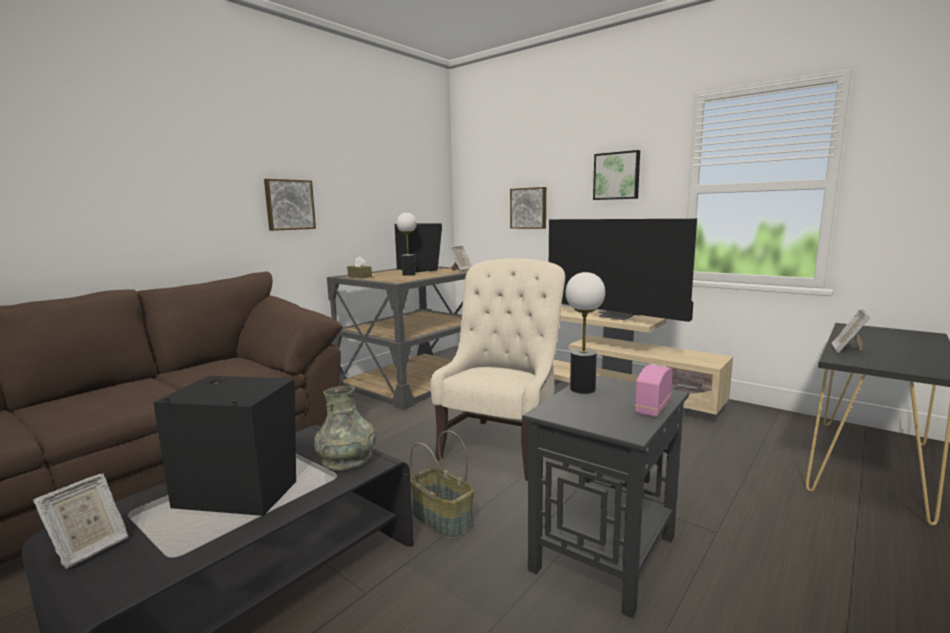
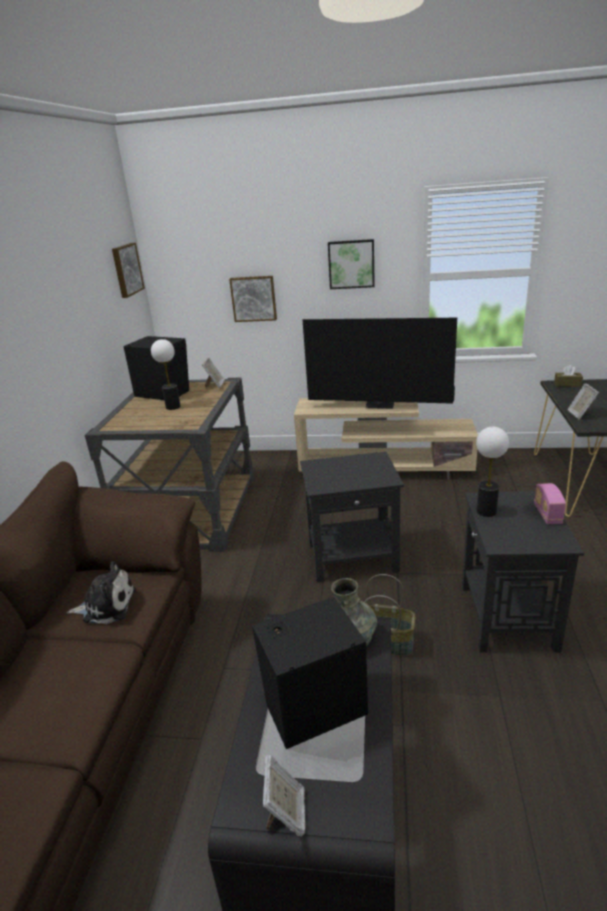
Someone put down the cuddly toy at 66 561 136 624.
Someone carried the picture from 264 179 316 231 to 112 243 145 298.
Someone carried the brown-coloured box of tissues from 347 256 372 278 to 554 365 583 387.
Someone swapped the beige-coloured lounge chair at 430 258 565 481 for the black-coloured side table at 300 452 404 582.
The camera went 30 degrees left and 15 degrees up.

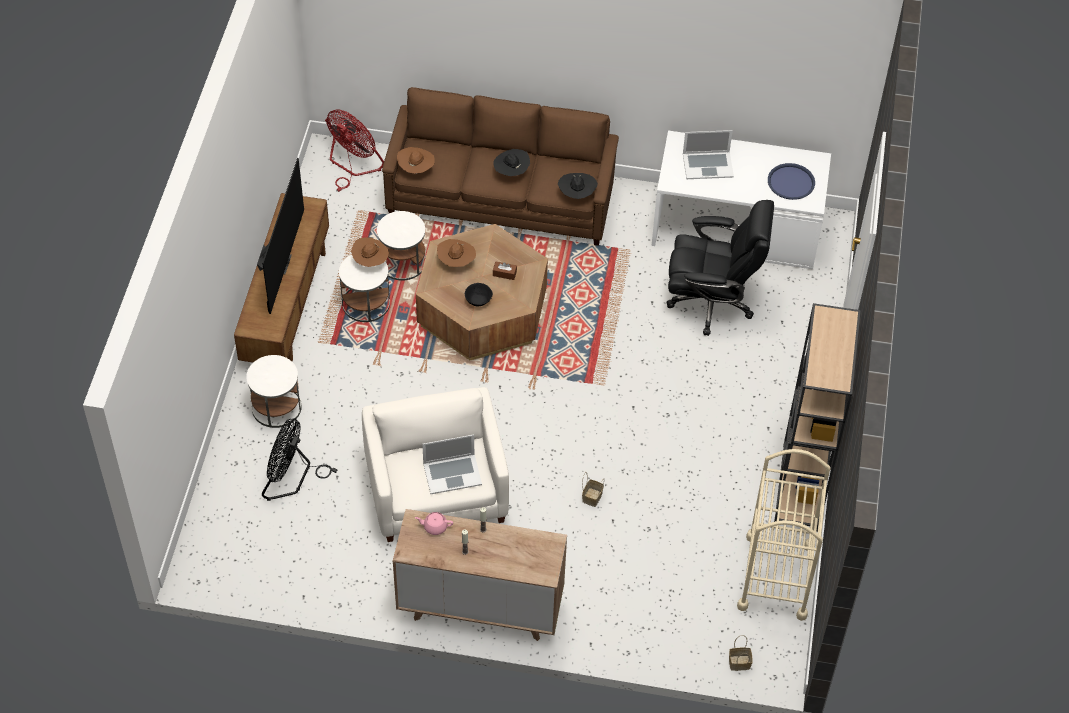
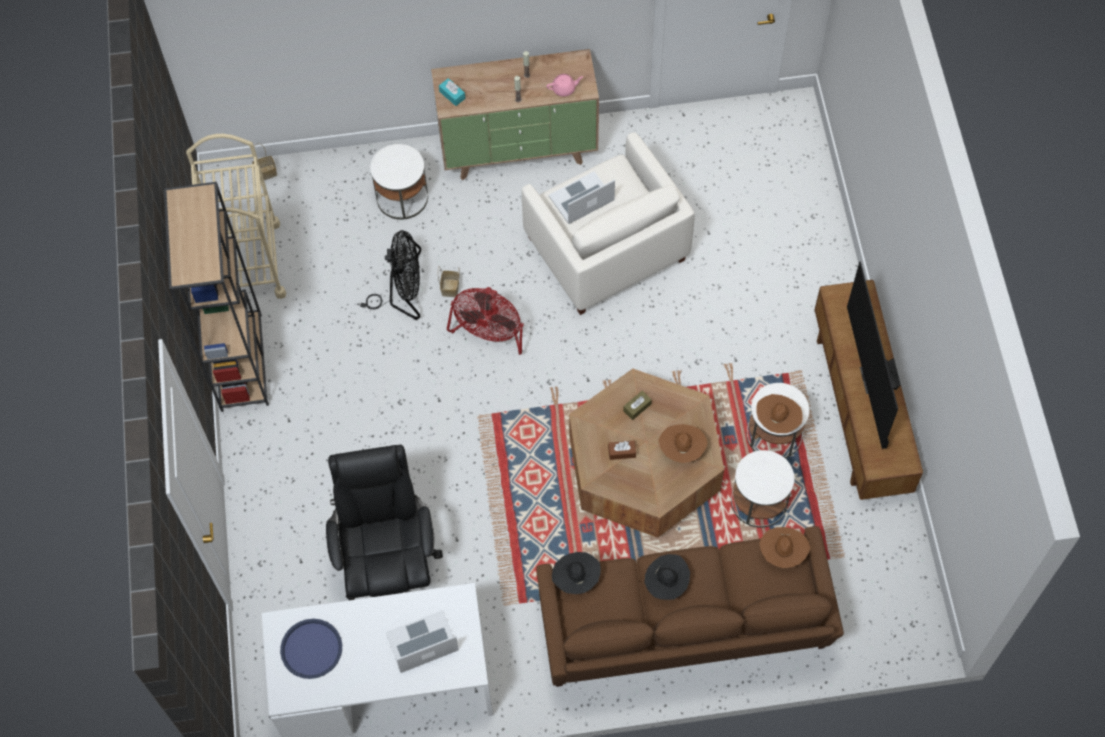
Someone put down the turquoise box of tissues at 439 78 465 106.
Someone carried the white side table from 246 355 302 428 to 370 144 428 220.
Someone carried the black-coloured electric fan from 262 418 338 501 to 360 230 421 321.
Someone carried the reddish electric fan from 325 109 384 192 to 447 287 524 355.
Someone swapped the black-coloured bowl at 465 283 493 307 for the brown-coloured box of tissues at 623 391 652 420.
Someone rotated the black-coloured computer chair at 666 200 774 336 by 90 degrees clockwise.
The camera went 165 degrees right and 10 degrees up.

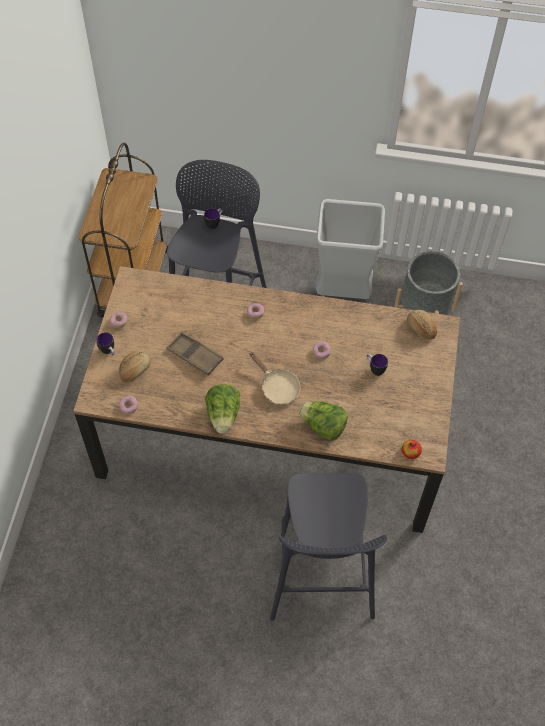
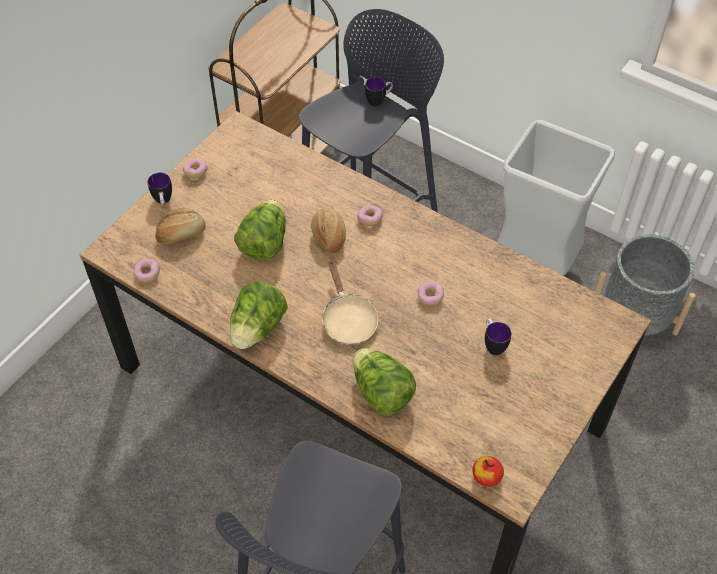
Someone carried the bakery bread from 407 310 437 339 to 311 209 346 253.
Someone swapped the brown-coloured tray at 167 332 223 375 for the head of lettuce at 234 200 286 261.
The camera went 25 degrees right and 5 degrees down.

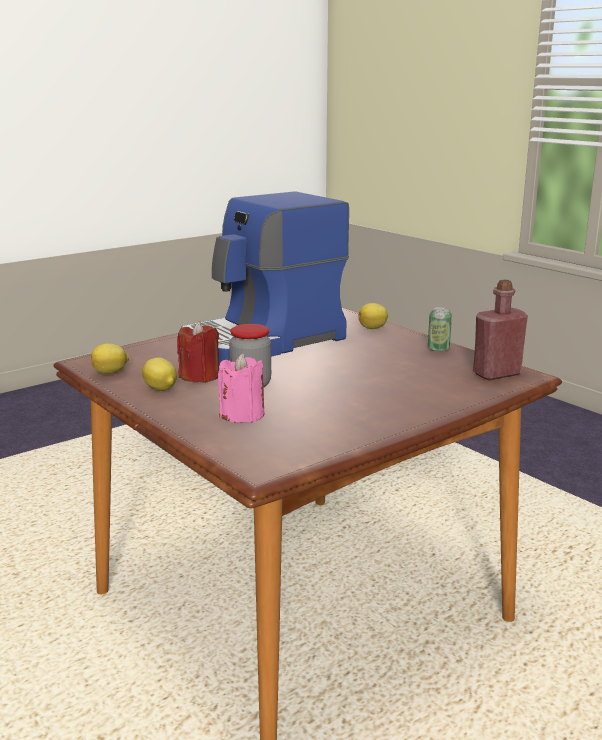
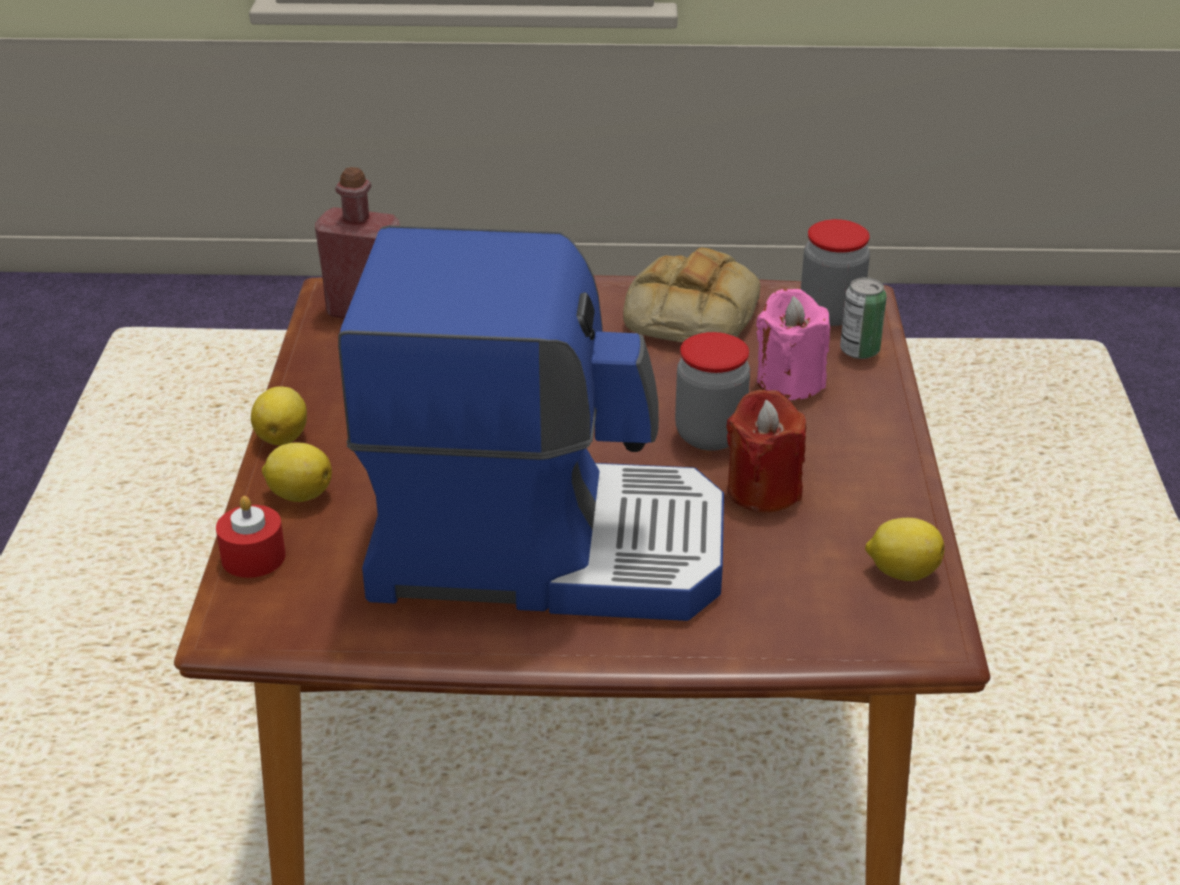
Someone put down the reddish wax candle at 216 496 286 578.
Someone put down the bakery bread at 623 248 760 342.
Someone put down the jar at 801 219 870 326.
Someone carried the whole lemon from 142 357 177 391 to 251 386 307 445.
Someone carried the can from 428 307 452 352 to 840 277 887 359.
The camera went 140 degrees left and 15 degrees up.

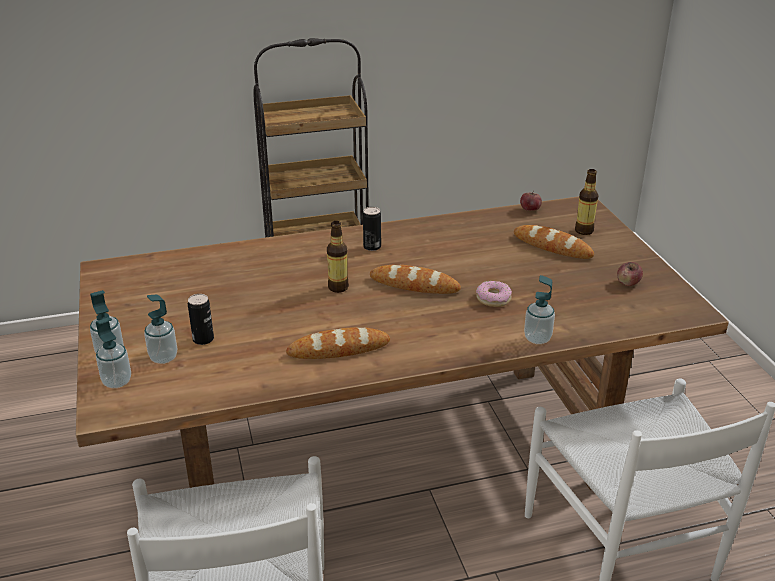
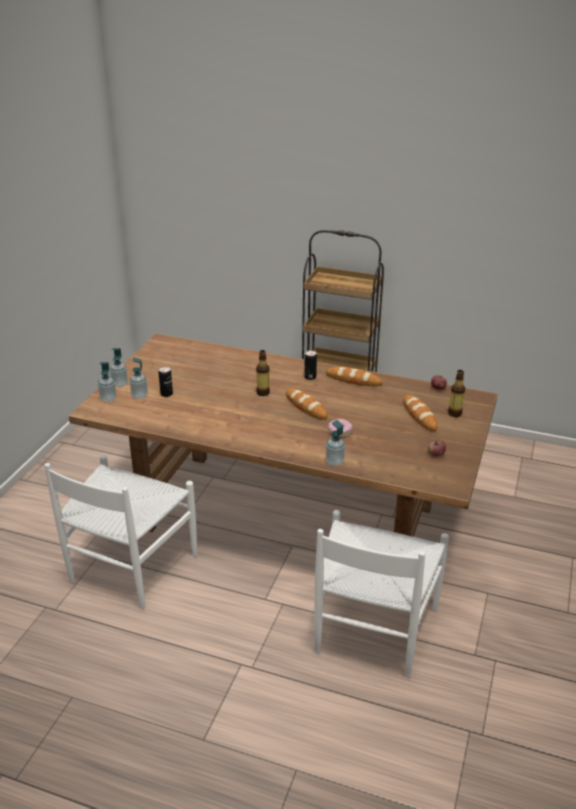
Someone carried the bakery bread from 286 327 390 359 to 326 367 383 386.
The camera went 35 degrees right and 0 degrees up.

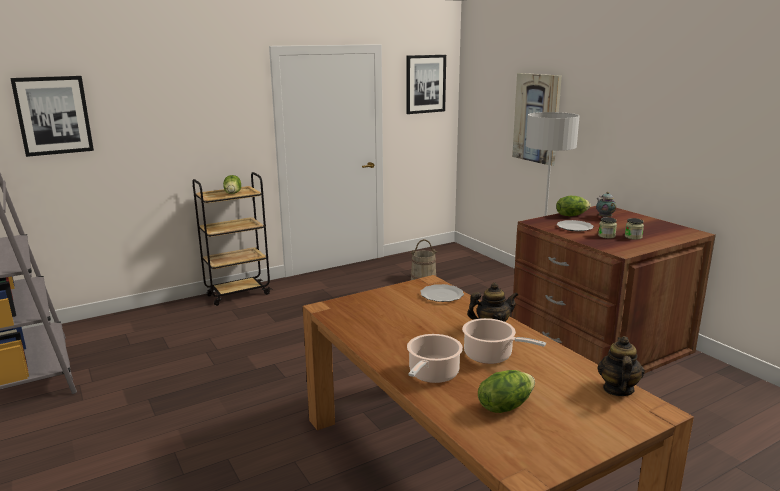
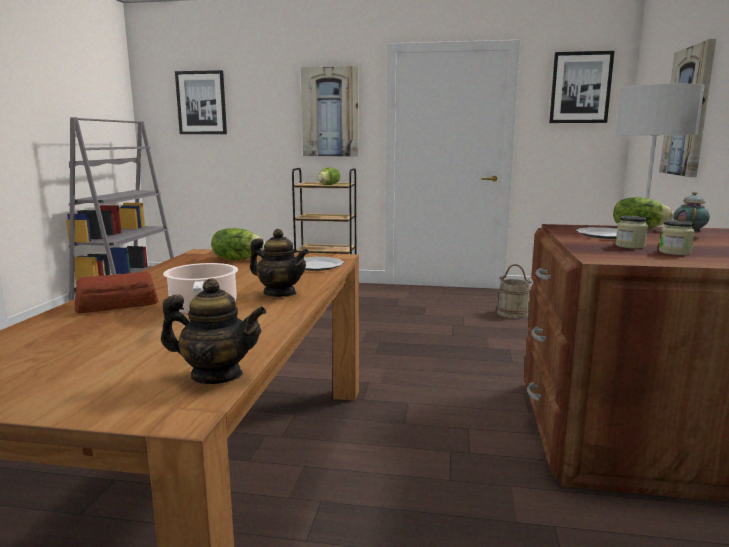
Someone put up the picture at 301 66 359 156.
Someone carried the head of lettuce from 478 370 535 413 to 211 228 265 260.
Someone swapped the stockpot at 407 334 463 383 for the bakery bread at 75 271 159 313.
Someone rotated the tea pot at 598 336 645 396 by 45 degrees clockwise.
The camera went 40 degrees right and 5 degrees down.

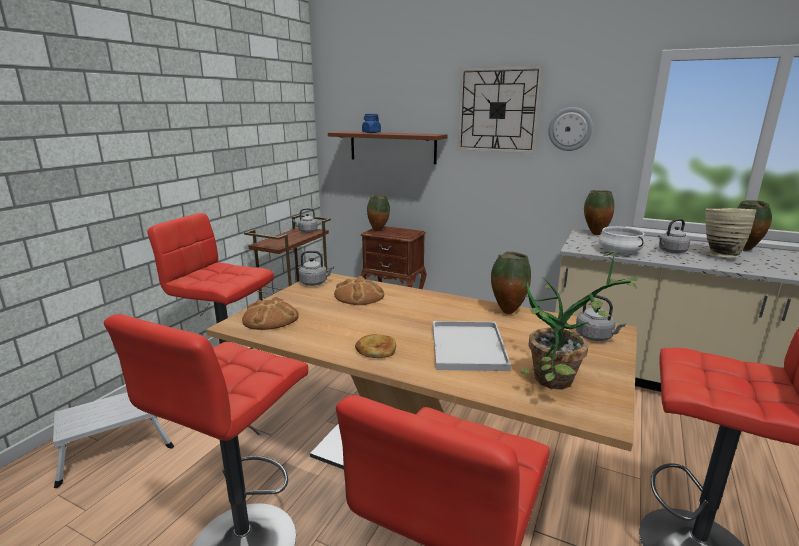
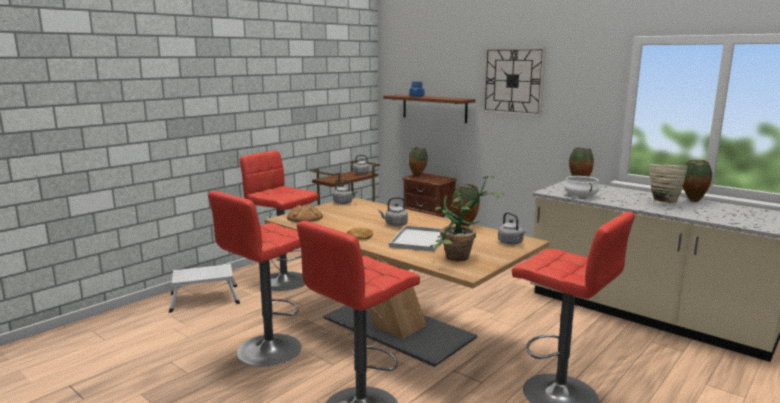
Someone took away the bakery bread at 334 276 384 305.
Someone took away the wall clock at 548 107 593 151.
Someone carried the gray tea kettle from 658 219 690 253 to 378 197 408 226.
The camera went 15 degrees right and 5 degrees down.

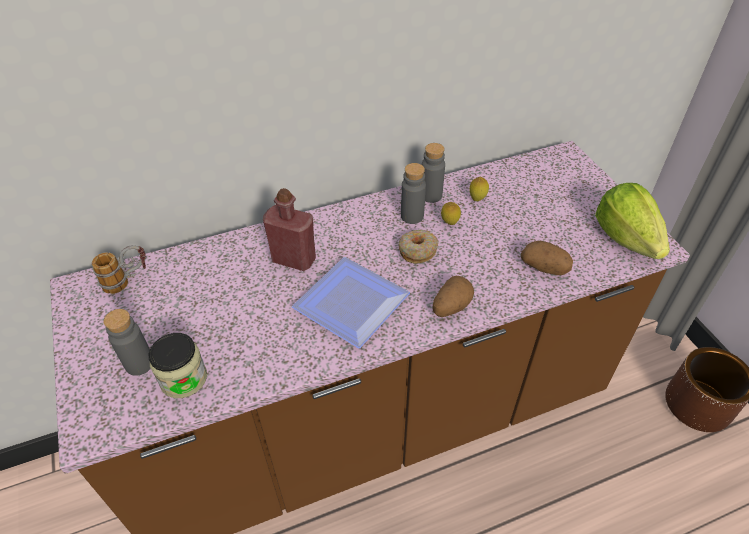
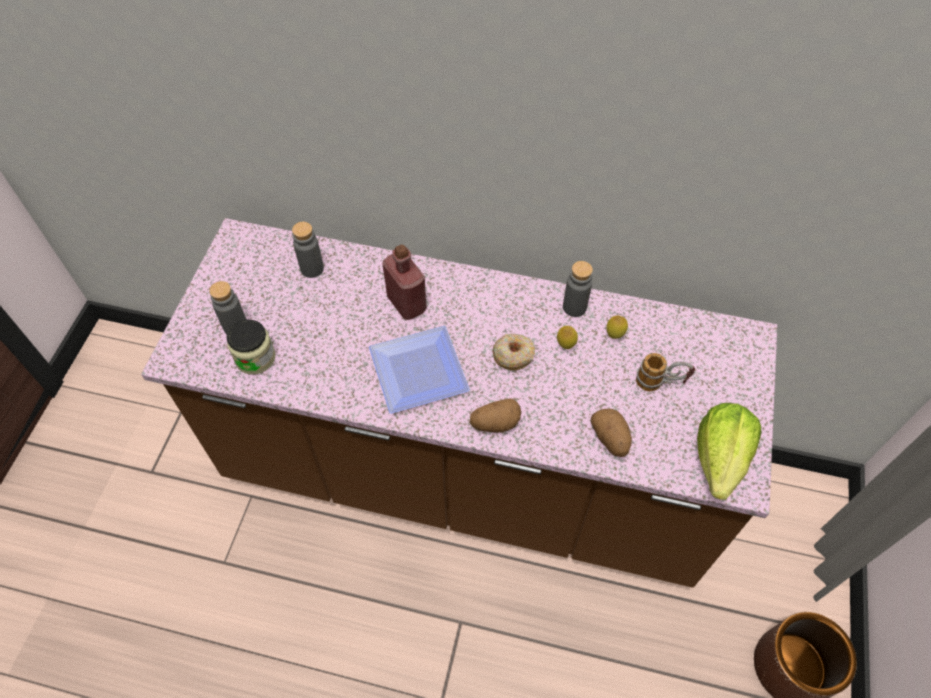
Someone carried the tea mug from 92 245 146 294 to 636 353 695 392.
Someone carried the gray beverage bottle from 401 163 426 224 to 292 222 324 278.
The camera went 35 degrees right and 10 degrees up.

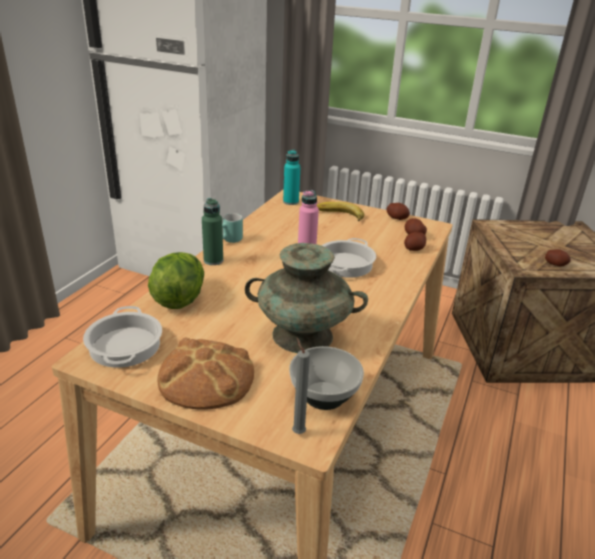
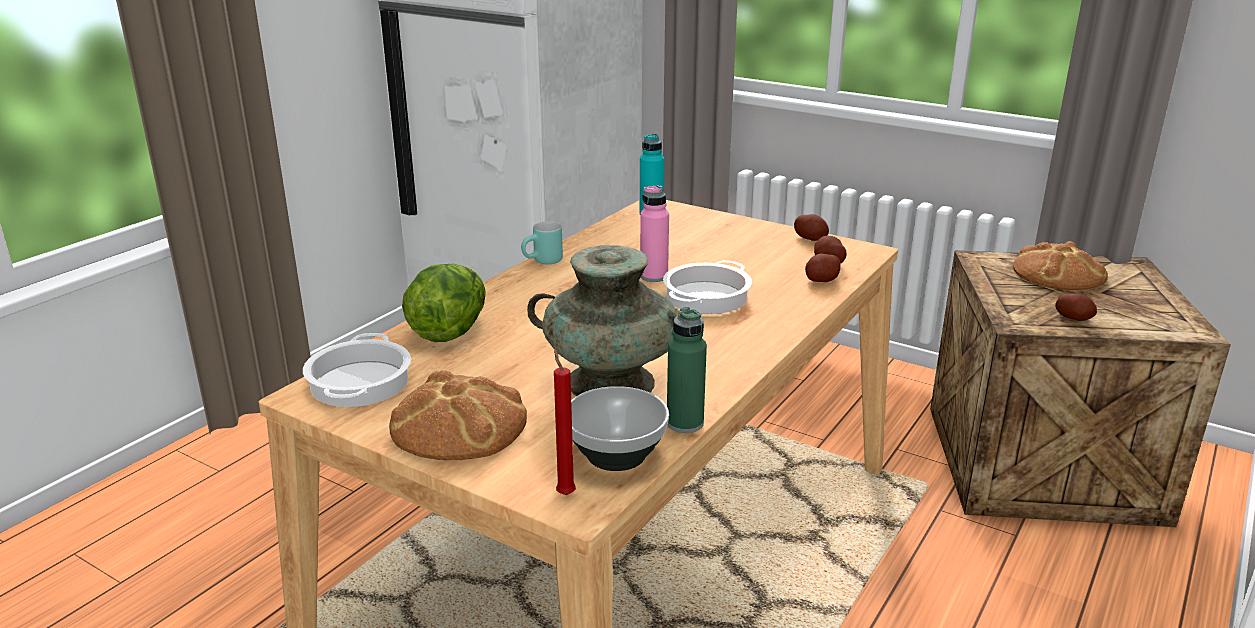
Someone took away the whole banana at 316 202 364 222.
Someone put down the bakery bread at 1013 241 1108 290.
Someone carried the green-coloured beverage bottle from 202 198 223 265 to 667 307 707 433.
Someone repainted the gray wax candle at 292 337 310 434, which became the reddish wax candle at 554 349 576 495.
The camera went 10 degrees right and 5 degrees down.

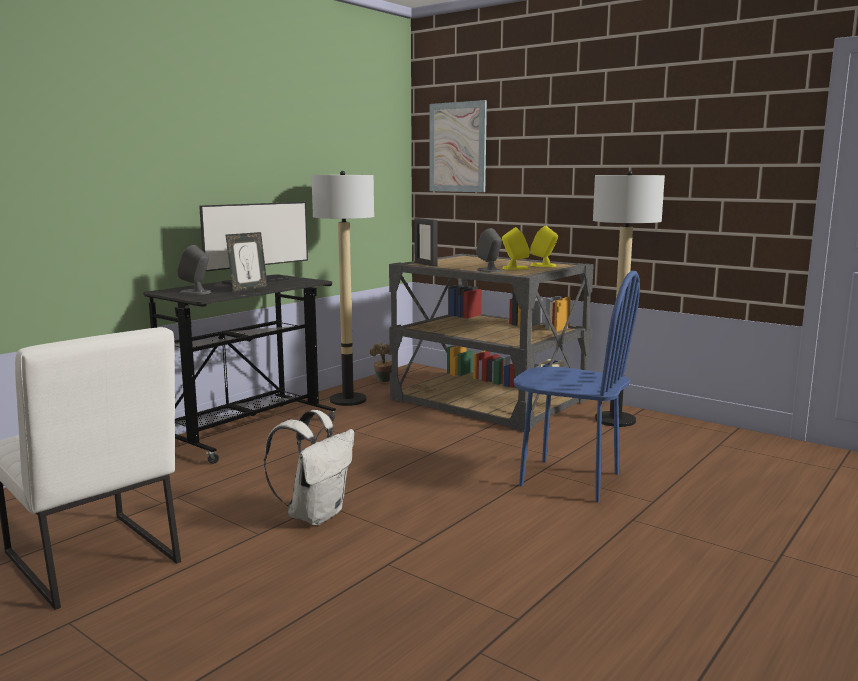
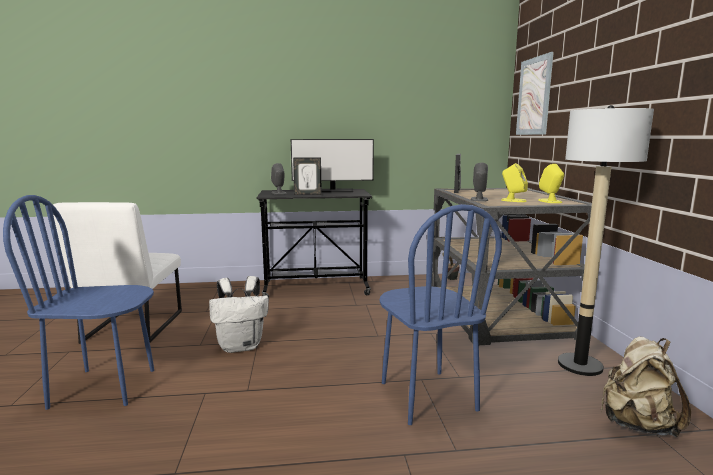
Someone took away the floor lamp at 311 171 374 406.
Someone put down the blue chair at 3 195 154 410.
Someone put down the beige-coloured knapsack at 601 337 691 437.
The camera went 45 degrees right and 0 degrees up.

